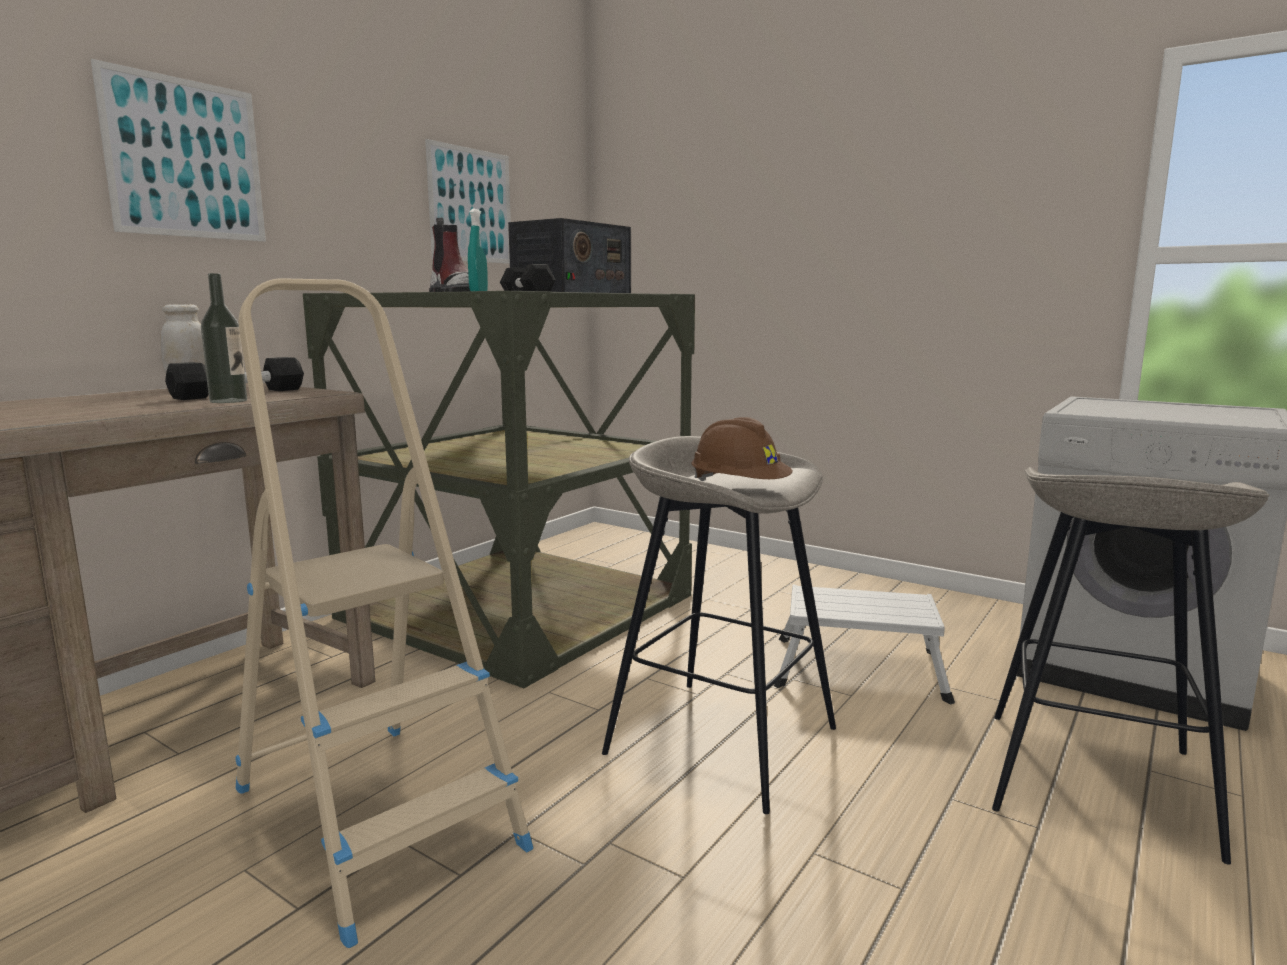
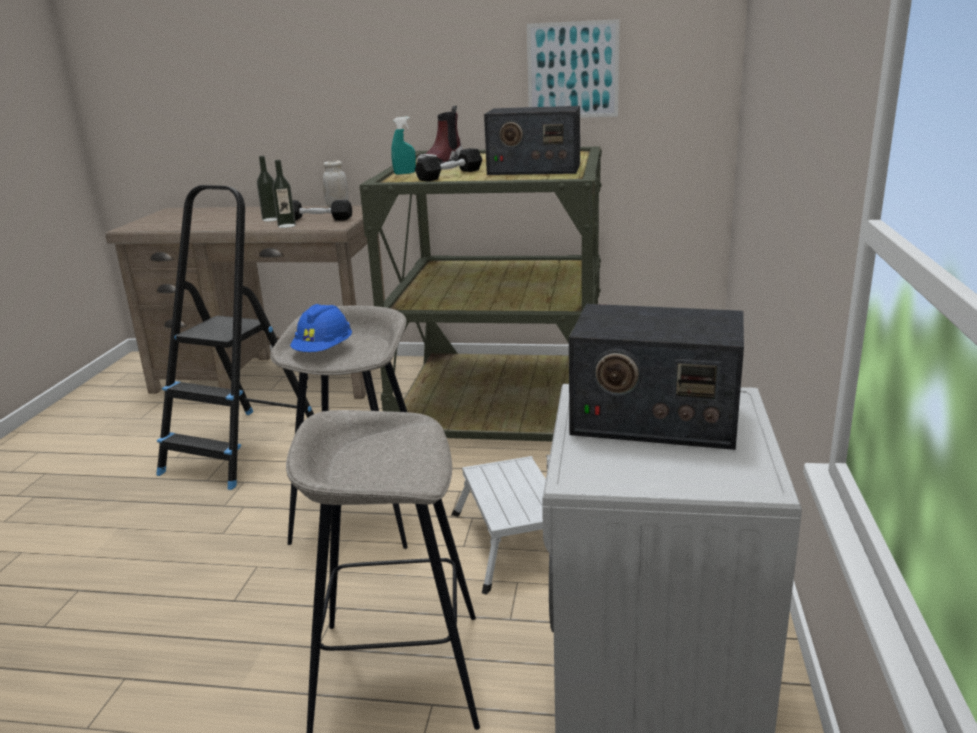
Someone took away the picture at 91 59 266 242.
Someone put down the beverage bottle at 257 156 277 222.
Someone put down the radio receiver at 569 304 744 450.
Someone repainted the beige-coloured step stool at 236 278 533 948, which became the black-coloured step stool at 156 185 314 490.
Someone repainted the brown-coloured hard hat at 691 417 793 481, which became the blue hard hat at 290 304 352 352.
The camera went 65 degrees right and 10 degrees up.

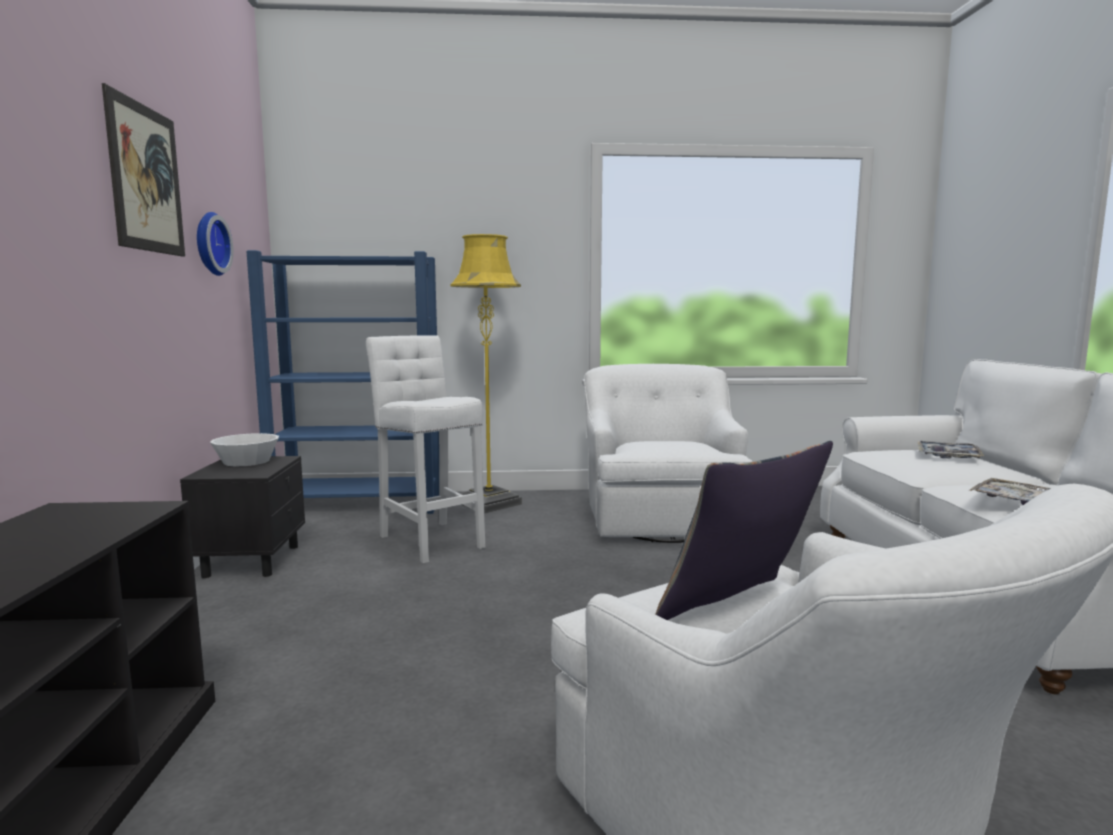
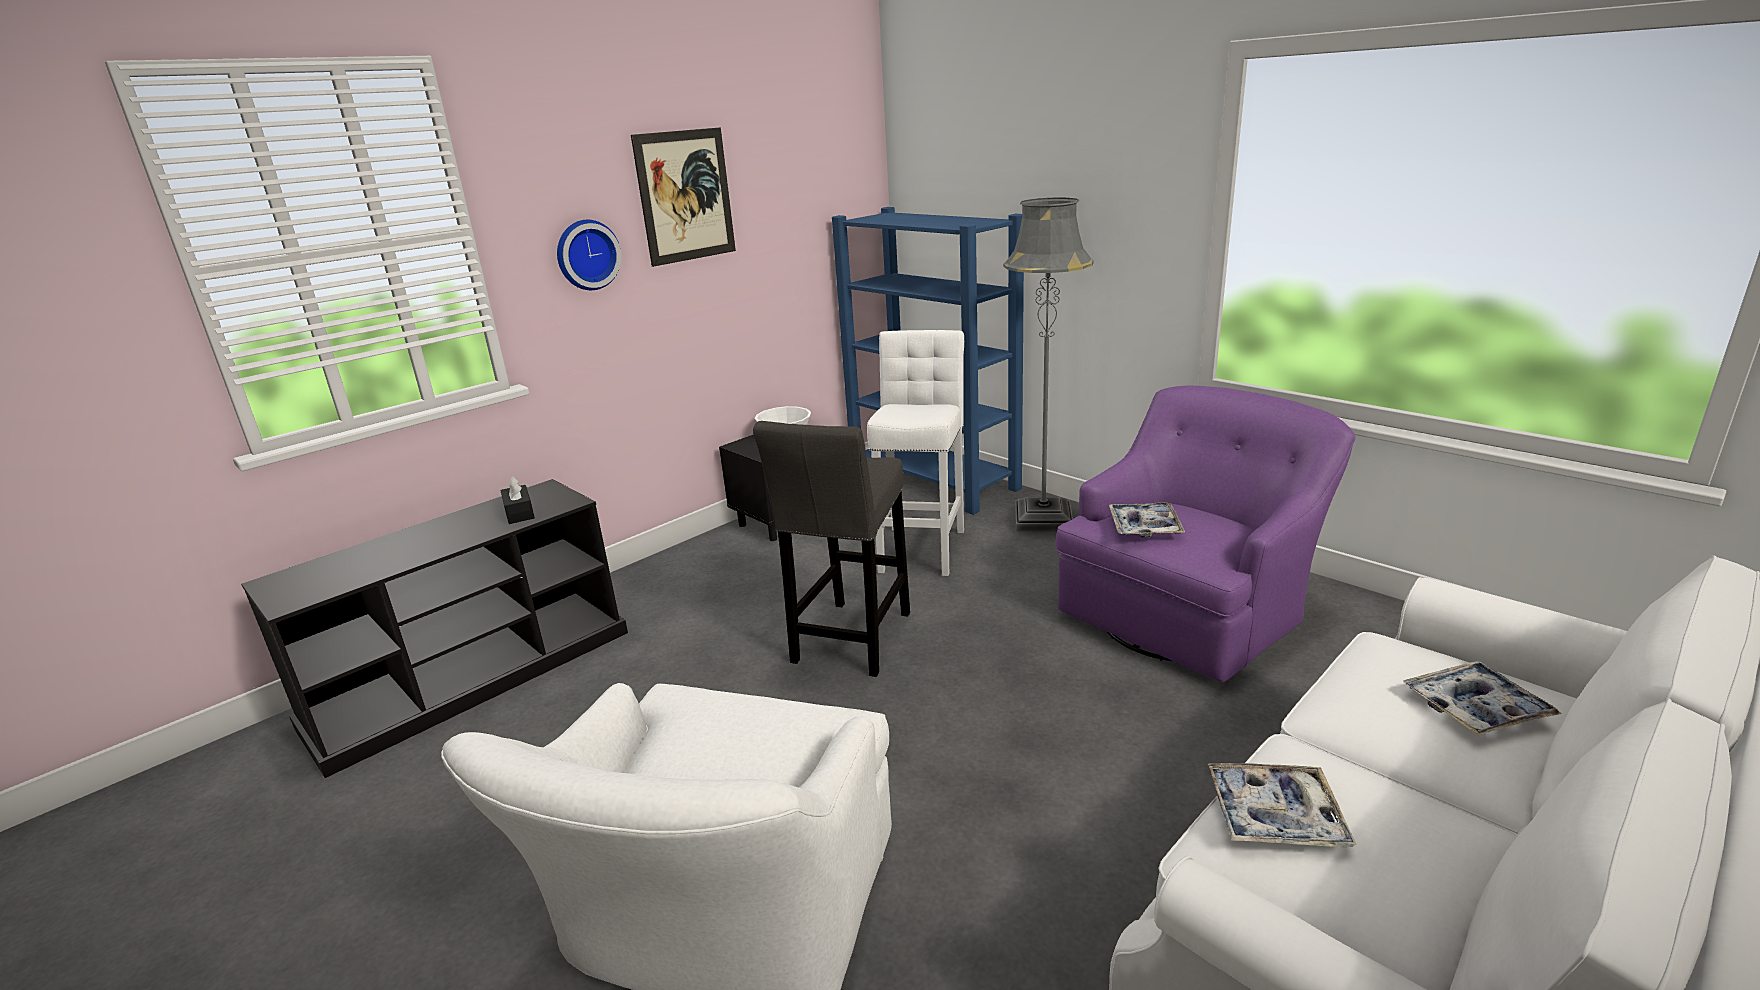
Someone took away the throw pillow at 655 441 833 620.
Someone put down the black-coloured box of tissues at 500 477 535 524.
Someone put down the gray stool at 753 421 910 677.
Someone put down the tray at 1109 502 1185 538.
Someone carried the wall clock from 197 212 234 276 to 557 220 621 290.
Someone repainted the yellow floor lamp at 451 234 522 514, which became the gray floor lamp at 1003 197 1094 532.
Someone repainted the white lounge chair at 584 364 752 543, which became the purplish lounge chair at 1056 385 1355 682.
The camera went 50 degrees right and 15 degrees up.

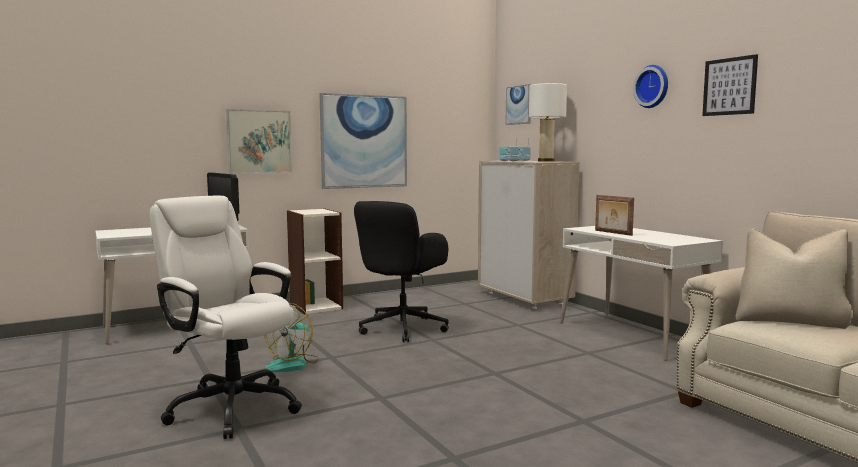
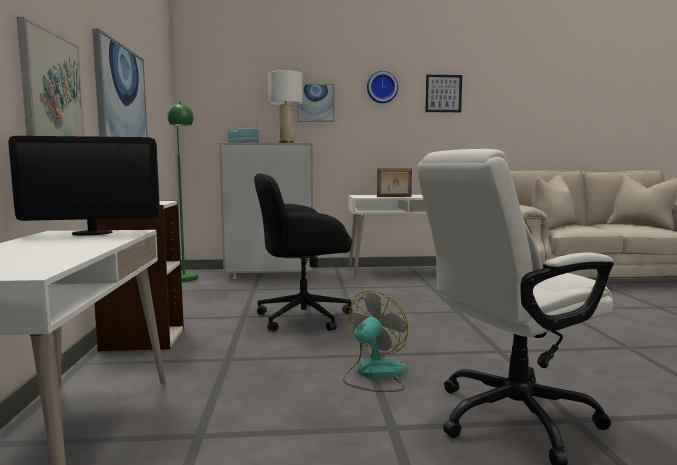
Someone put down the green-coloured floor lamp at 167 102 198 282.
Someone carried the picture from 505 84 532 125 to 297 84 334 122.
Someone rotated the electric fan at 264 303 319 372 by 105 degrees counterclockwise.
Someone rotated the black-coloured computer chair at 354 201 449 342 by 105 degrees clockwise.
The camera went 65 degrees left and 0 degrees up.

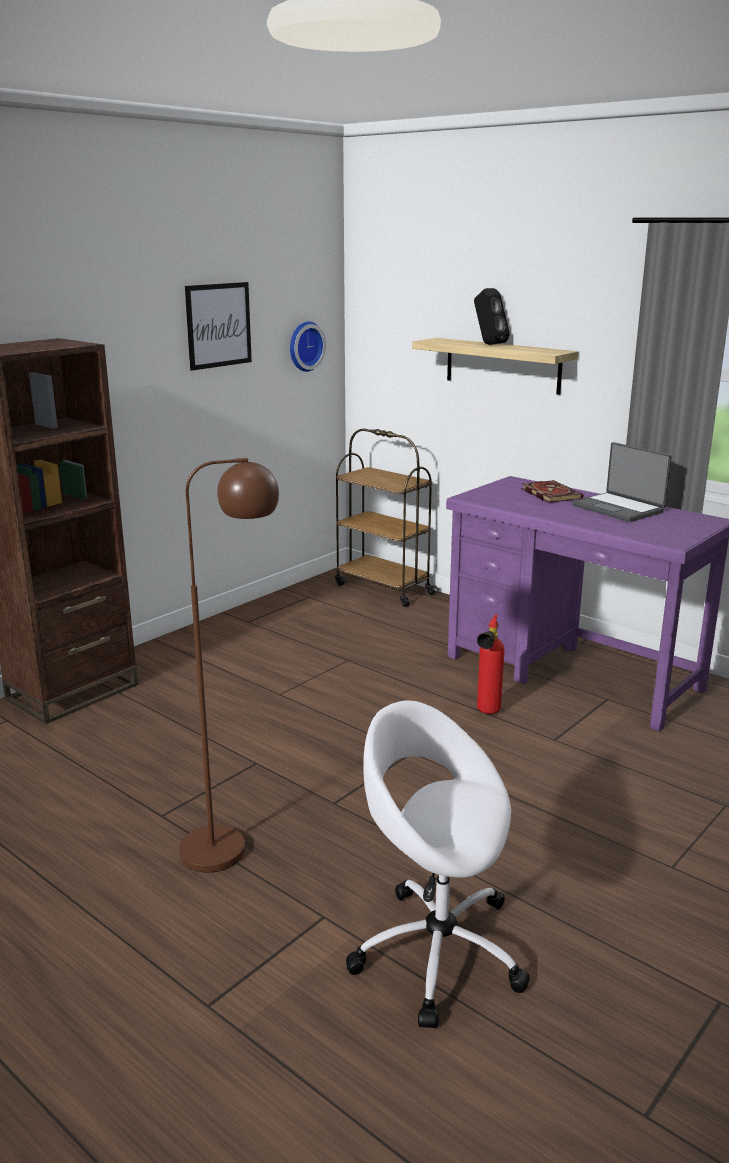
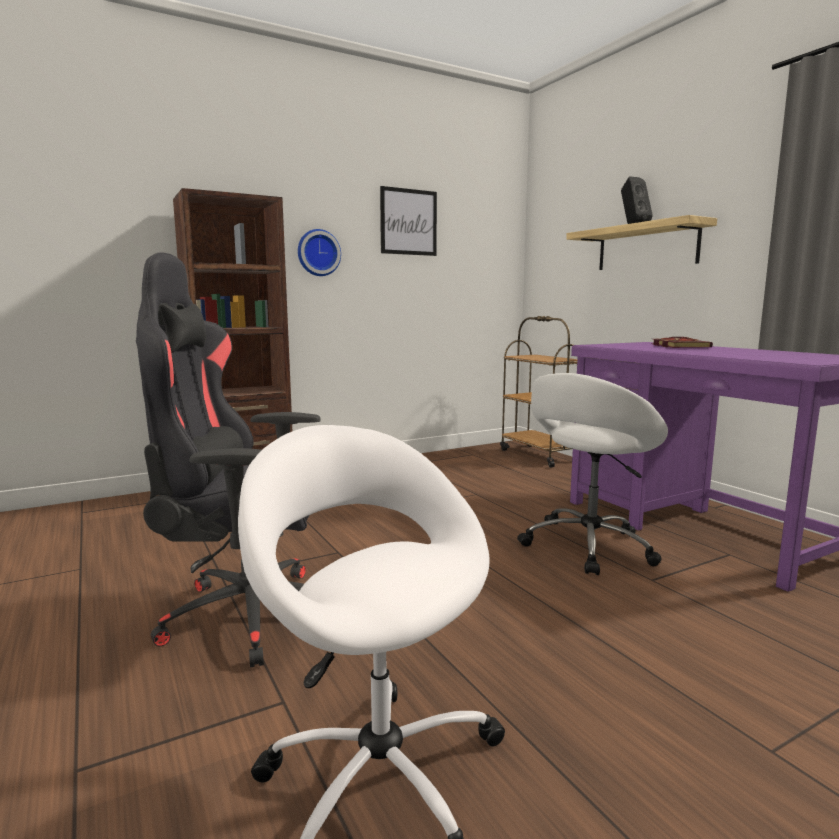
Someone took away the laptop at 573 442 672 522.
Someone carried the wall clock from 290 321 326 372 to 298 229 341 276.
Someone swapped the brown-coloured floor lamp at 179 458 279 873 for the black-coloured computer chair at 136 252 321 667.
Someone swapped the fire extinguisher at 477 614 505 714 for the white computer chair at 517 373 668 575.
The camera went 20 degrees right and 10 degrees down.

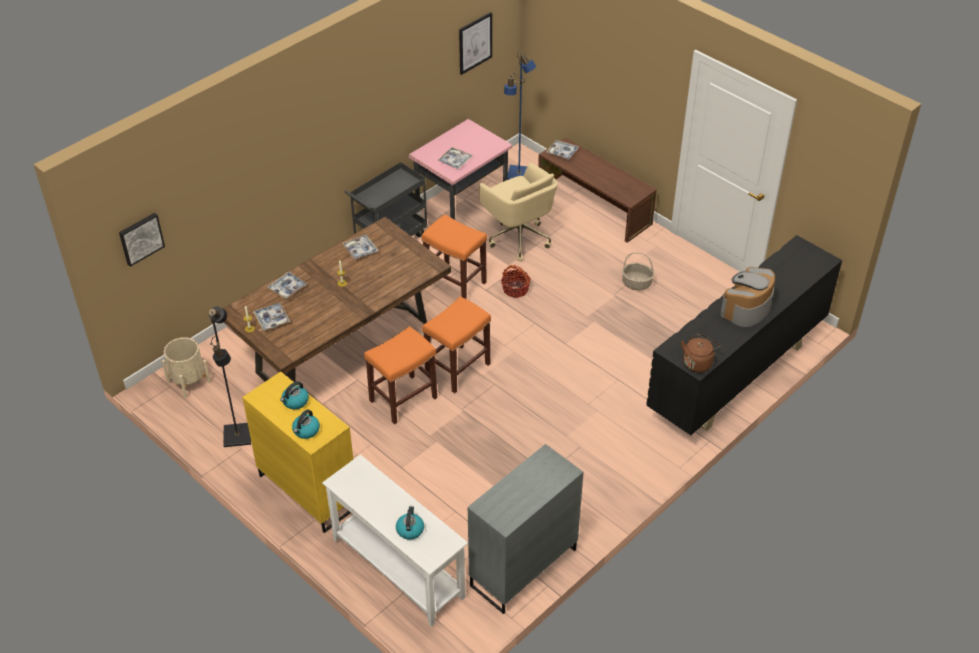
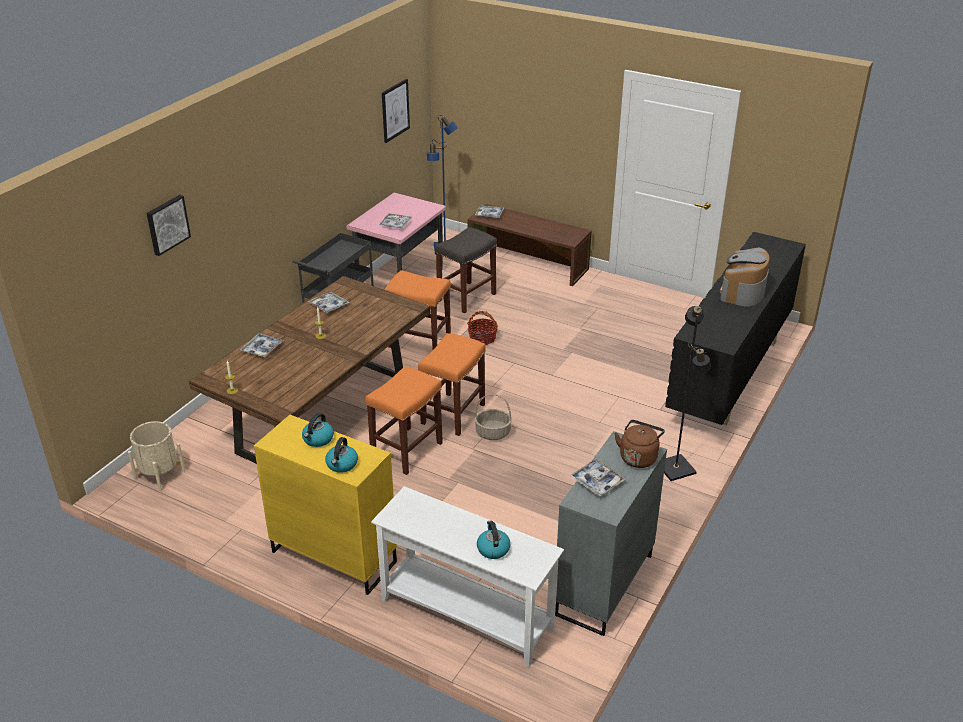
Someone carried the picture from 119 213 165 267 to 147 195 191 256.
Someone carried the black-coloured floor lamp from 207 307 251 447 to 664 306 711 481.
Someone carried the tray from 253 303 290 330 to 570 459 626 496.
Someone carried the basket from 622 252 654 290 to 474 394 512 440.
Someone carried the brown-coloured tea kettle from 681 332 721 373 to 614 420 665 468.
Someone swapped the beige-coloured computer chair at 479 163 558 261 for the gray stool at 435 227 497 314.
The camera went 15 degrees left and 10 degrees down.

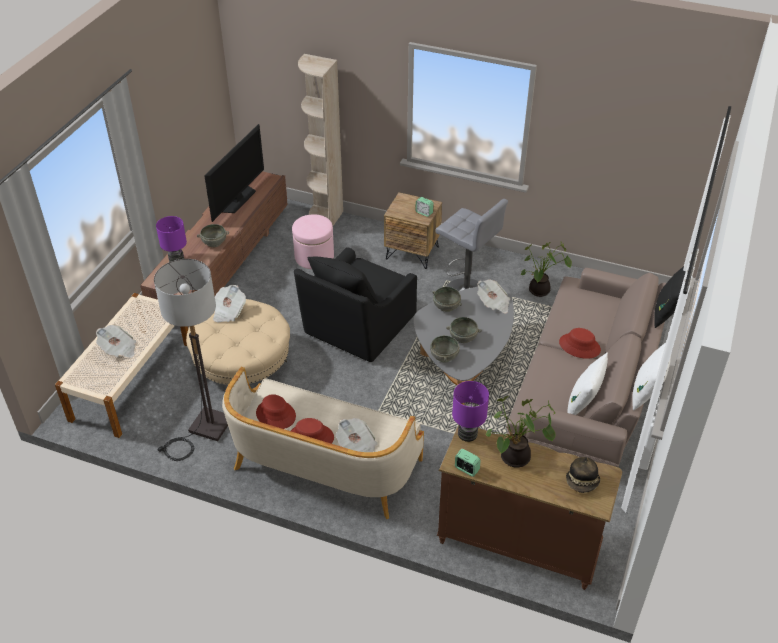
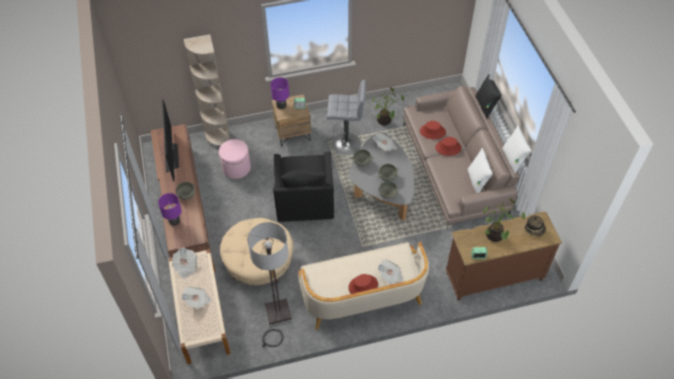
Someone carried the newspaper from 213 285 246 322 to 172 247 197 279.
Someone carried the reddish wearable hat from 256 394 296 429 to 420 121 446 139.
Someone carried the purplish table lamp from 452 381 489 442 to 271 77 289 109.
The camera went 35 degrees left and 10 degrees up.

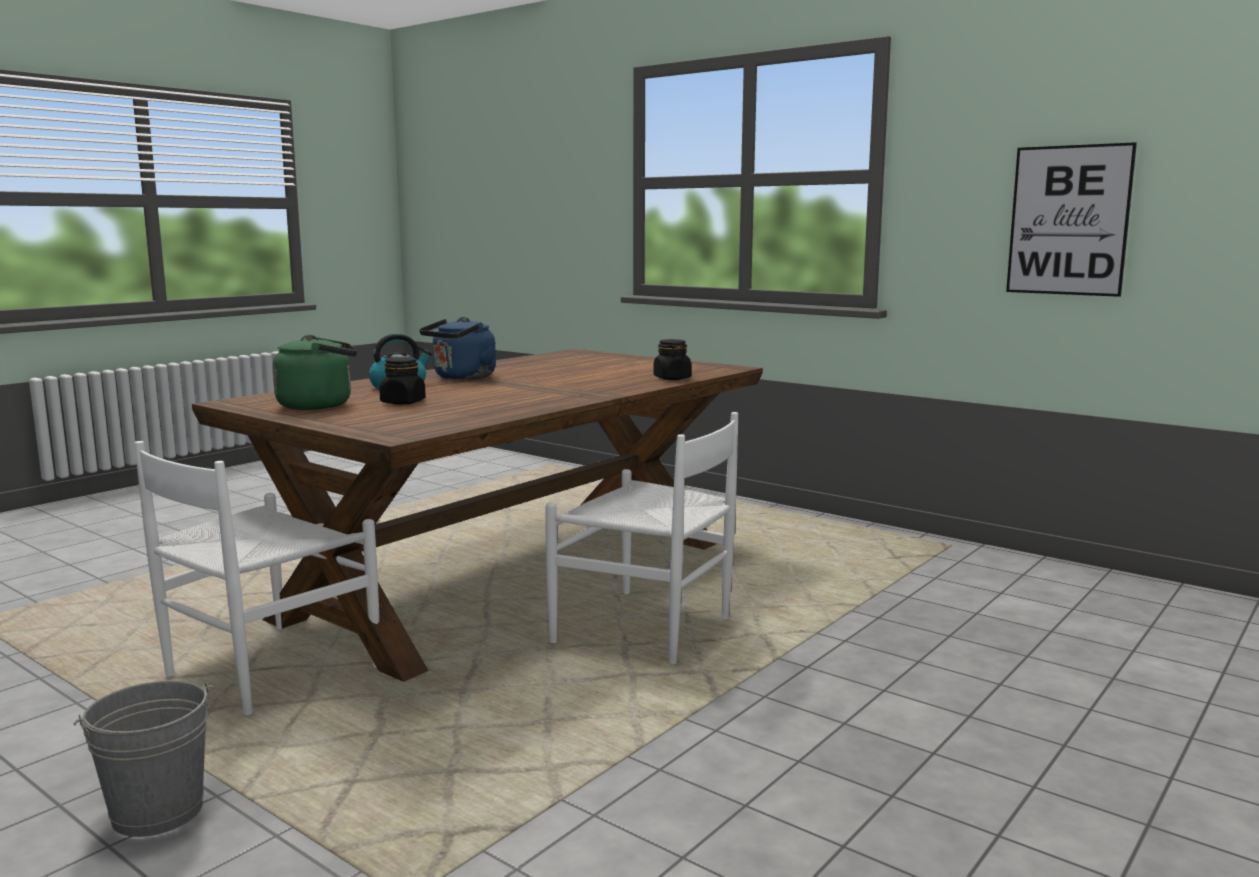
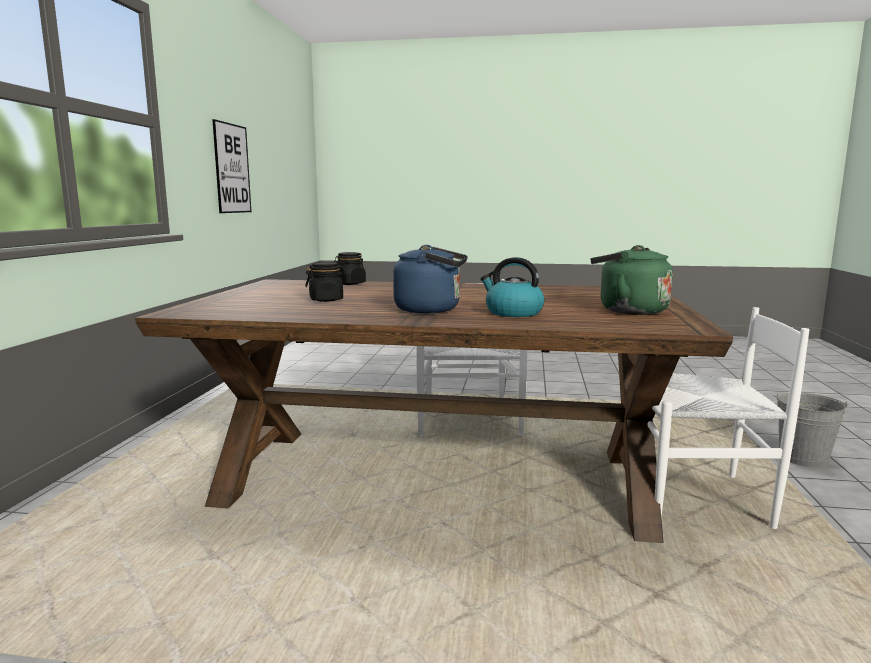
Someone carried the black-coloured jar from 379 357 426 404 to 305 262 347 302.
The camera went 120 degrees left and 0 degrees up.

